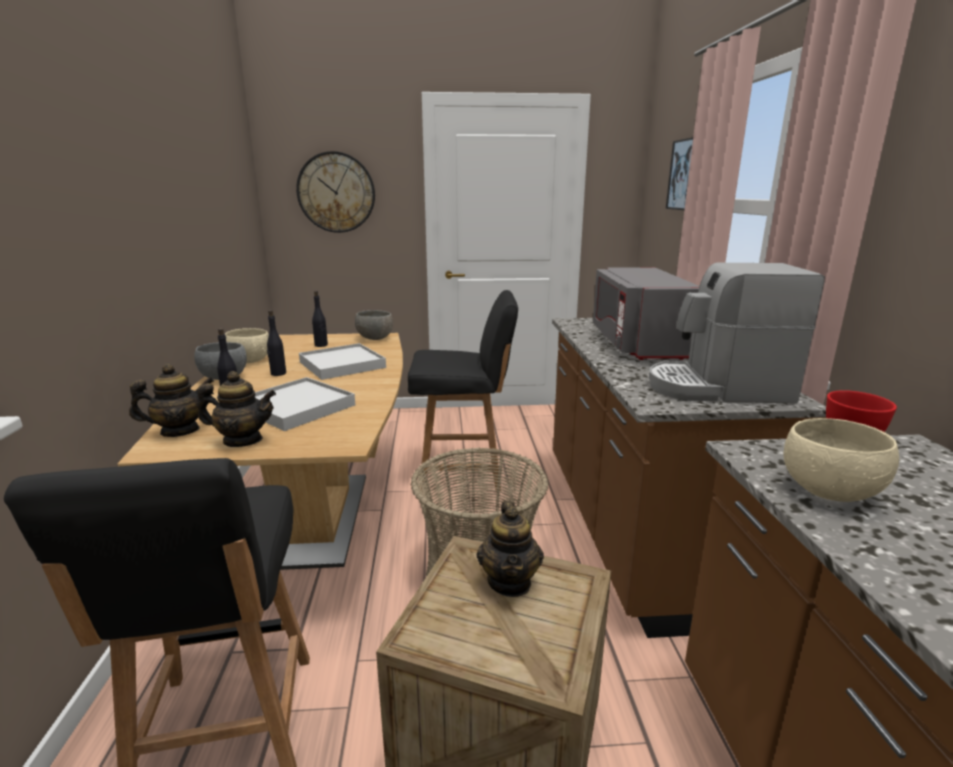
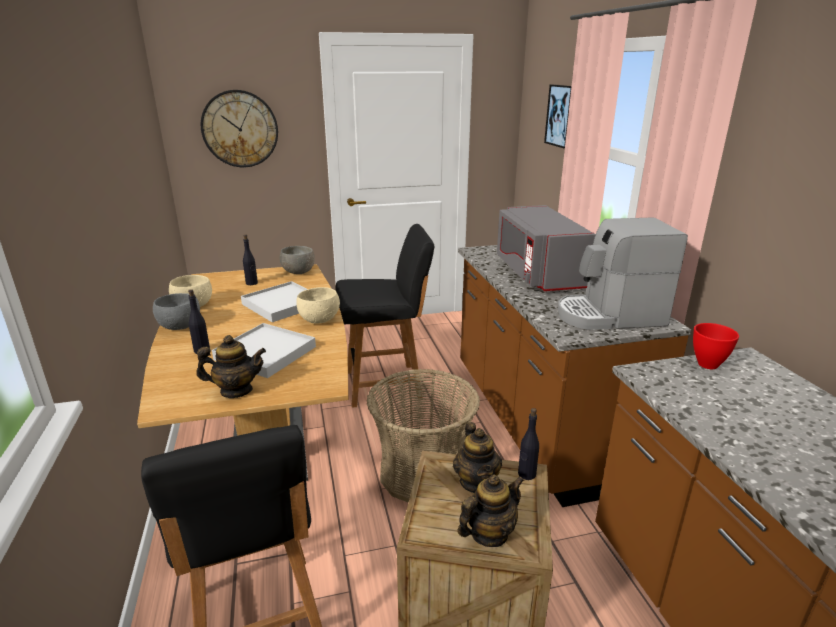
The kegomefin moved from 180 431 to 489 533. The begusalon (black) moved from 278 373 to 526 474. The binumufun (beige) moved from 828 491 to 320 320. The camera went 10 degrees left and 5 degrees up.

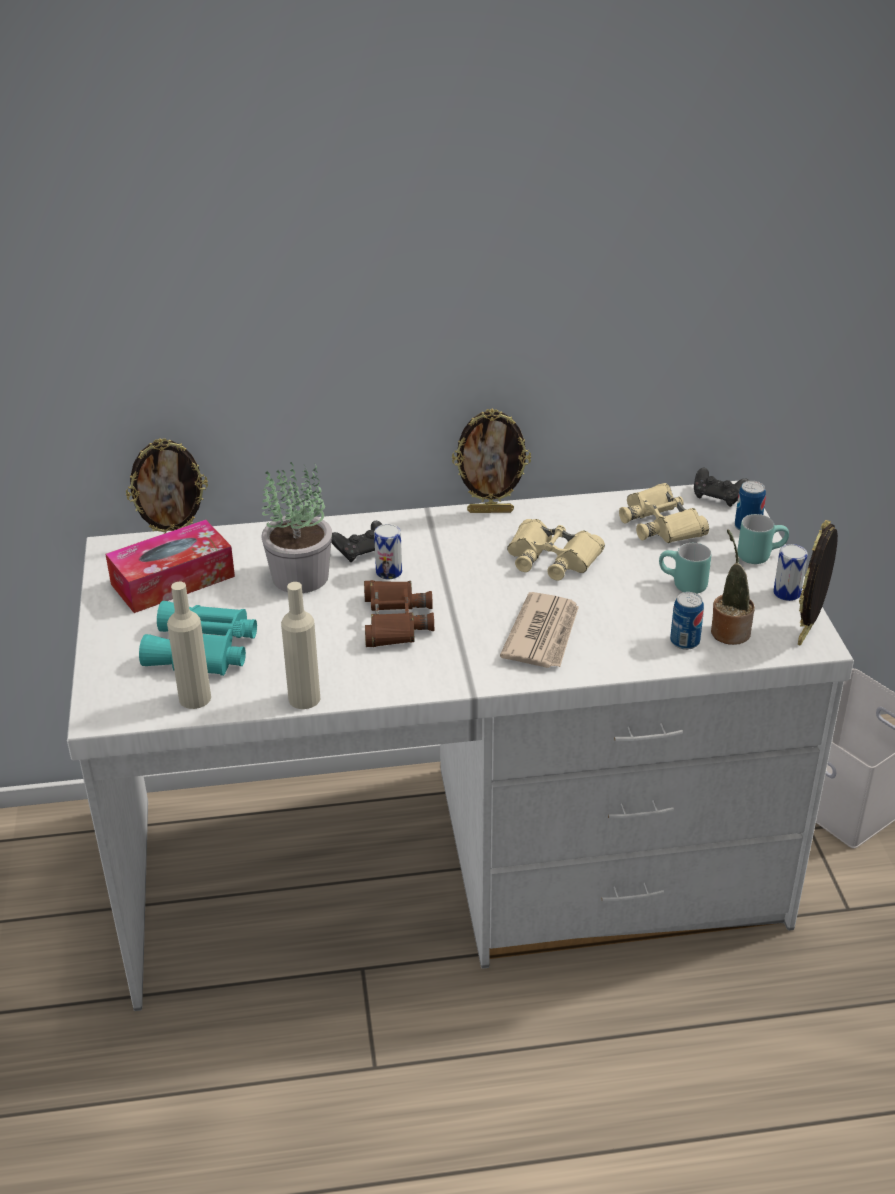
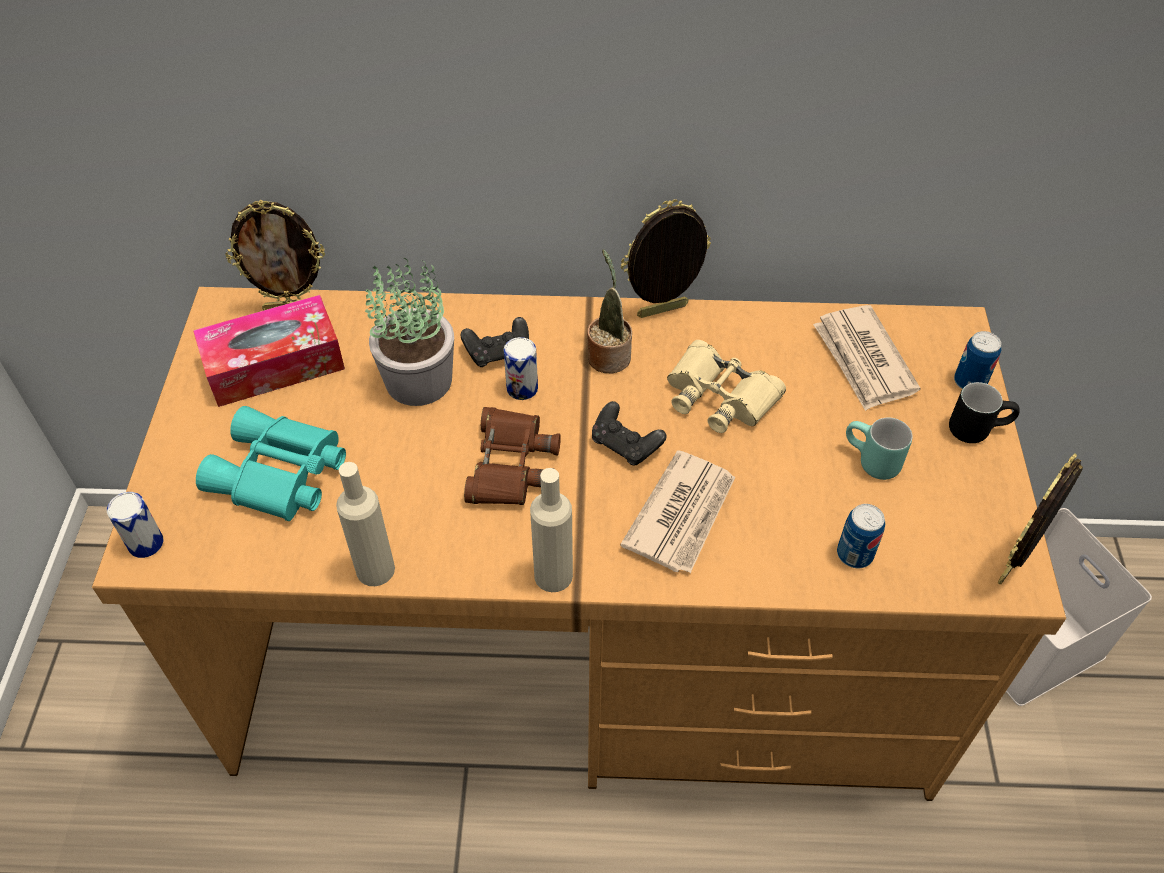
The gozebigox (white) at 451 867 became the gozebigox (brown) at 583 656. The begusalon (beige) moved from 195 698 to 553 575. The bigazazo at 490 511 turned 150 degrees clockwise. The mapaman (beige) at 661 523 was replaced by the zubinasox at 863 360. The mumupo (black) moved from 718 497 to 625 445. The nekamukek moved from 729 631 to 608 355. The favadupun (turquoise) at 759 554 became the favadupun (black) at 977 428. The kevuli moved from 787 593 to 145 543. The camera went 10 degrees right and 15 degrees up.

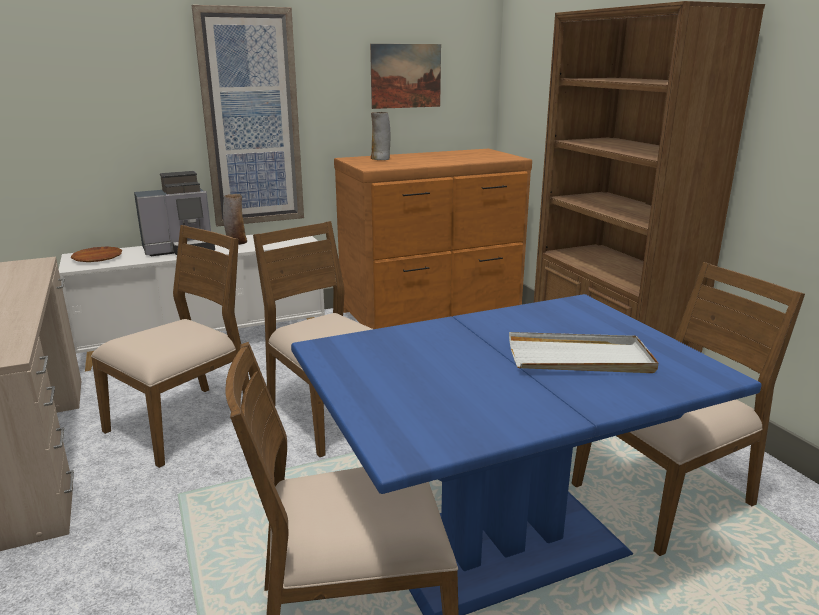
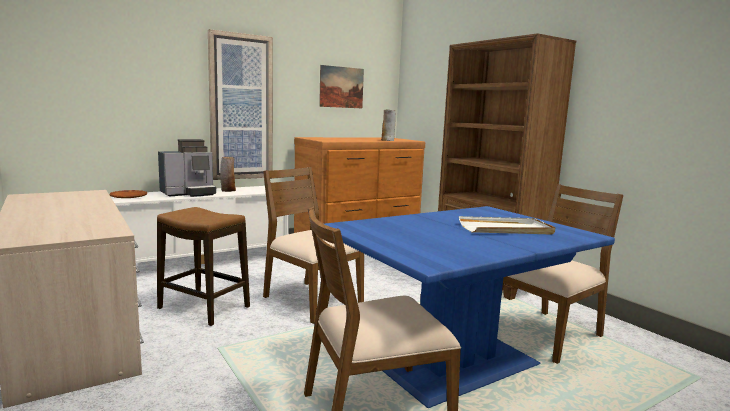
The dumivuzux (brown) at 184 422 was replaced by the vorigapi at 204 308. The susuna moved from 380 159 to 387 140. The camera went 10 degrees left and 10 degrees down.

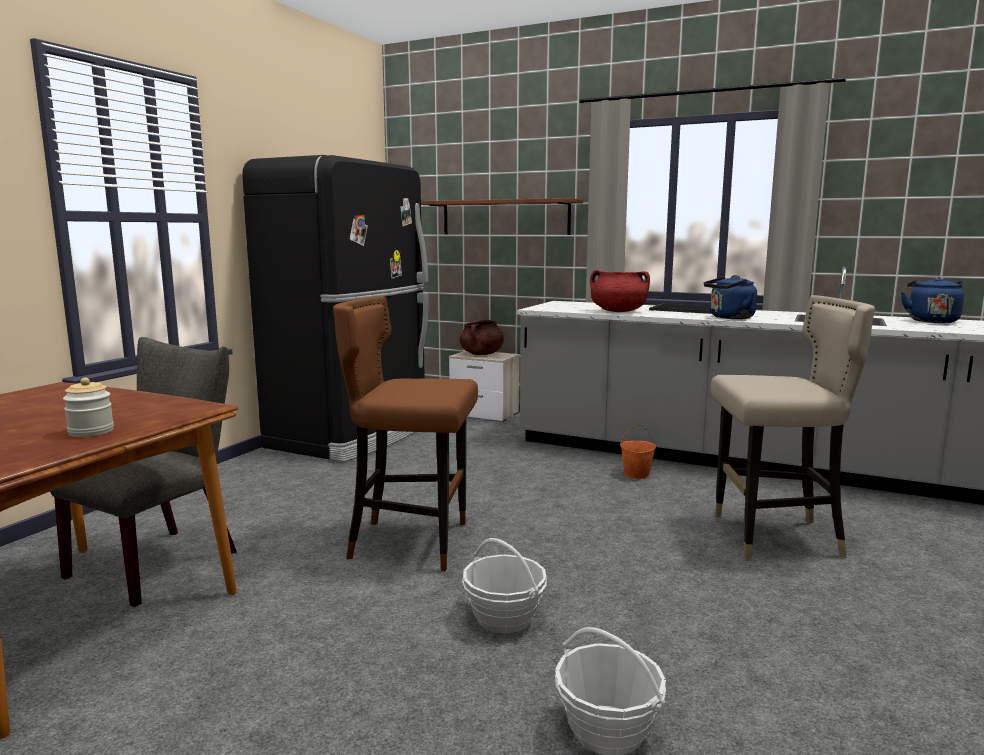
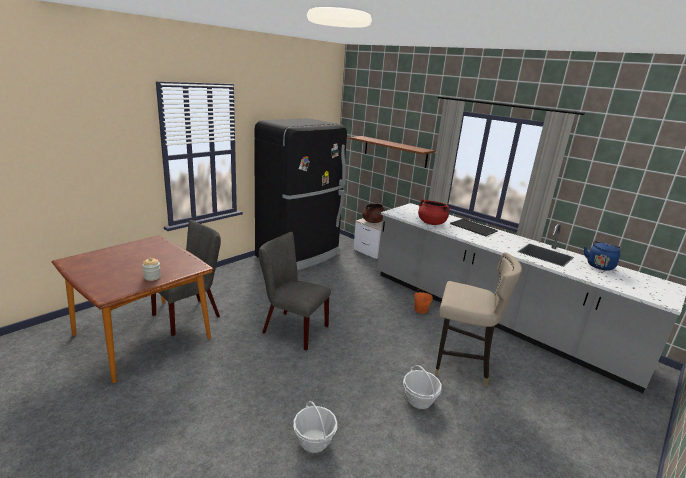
The vorigapi (brown) at 411 543 was replaced by the dumivuzux (grey) at 291 328. The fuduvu moved from 504 618 to 419 399. The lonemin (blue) at 729 318 disappeared. The camera went 15 degrees right and 10 degrees up.

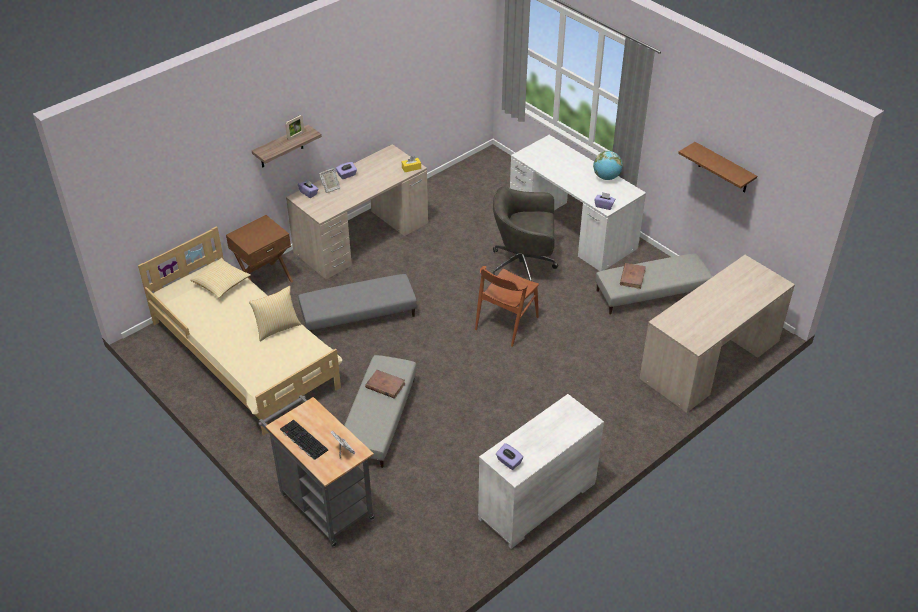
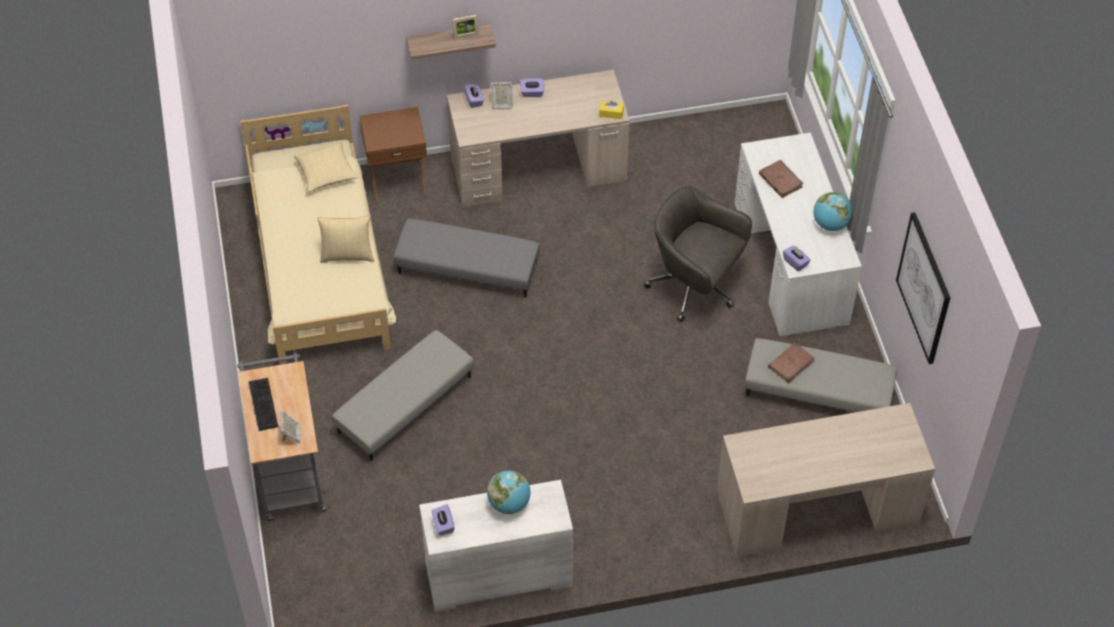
The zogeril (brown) moved from 385 385 to 780 180. The dumivuzux (brown) at 506 323 disappeared. The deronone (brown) at 723 168 was replaced by the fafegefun at 924 288. The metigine at 509 503 appeared. The camera went 30 degrees right and 10 degrees up.

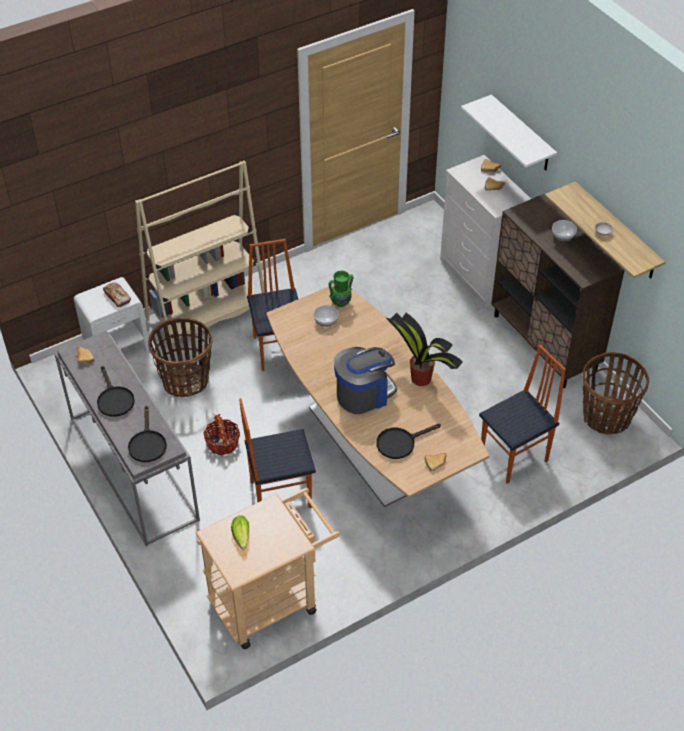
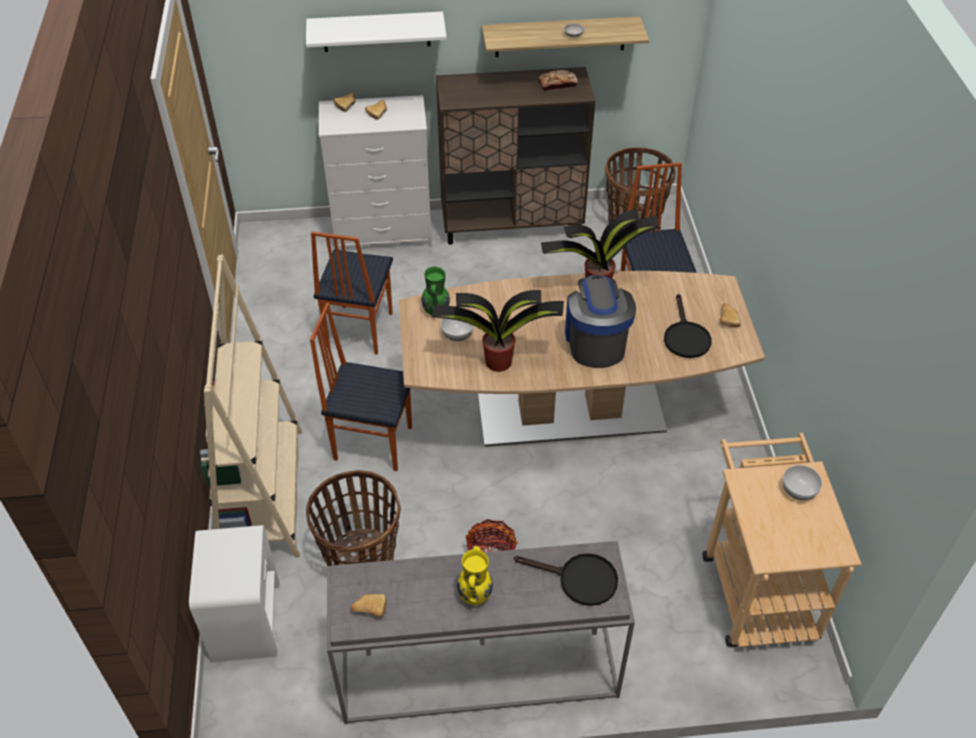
The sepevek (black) at 114 399 was replaced by the susuna (yellow) at 475 595. The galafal moved from 117 297 to 557 84. The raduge at 241 538 disappeared. The dumivuzux moved from 280 494 to 358 330. The binumufun moved from 563 236 to 799 490. The nekamukek at 496 361 appeared. The camera went 65 degrees left and 0 degrees up.

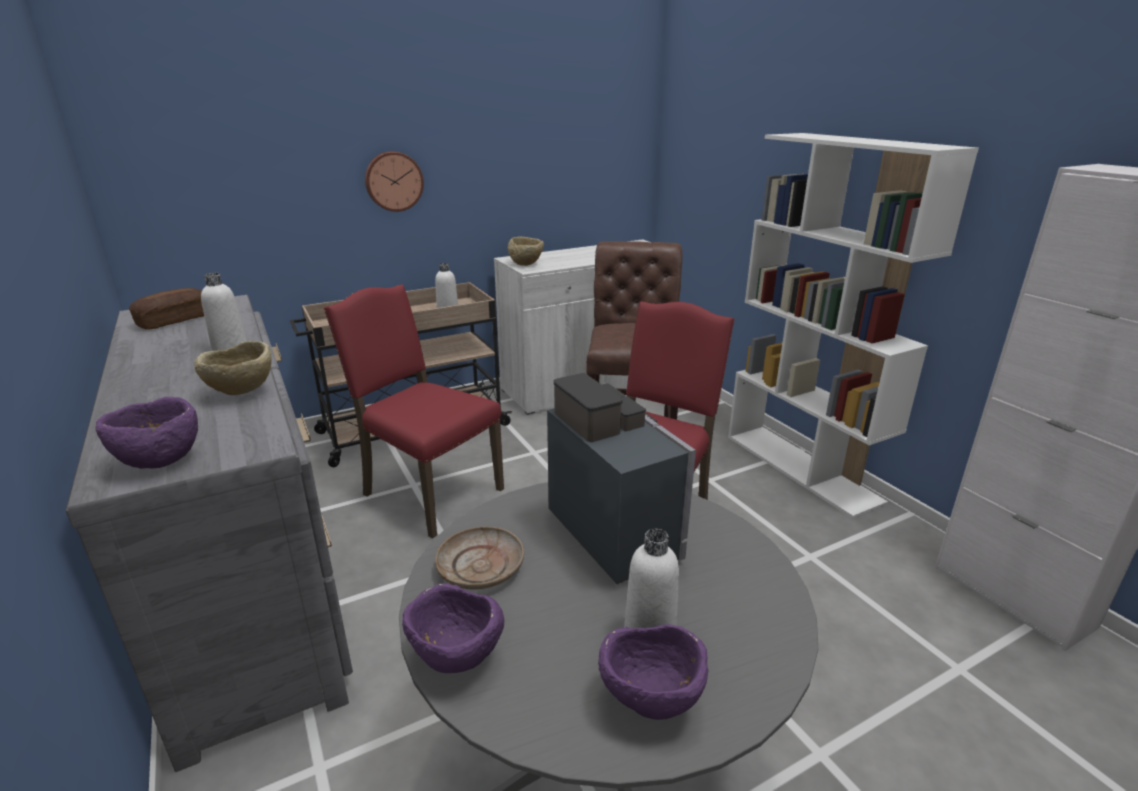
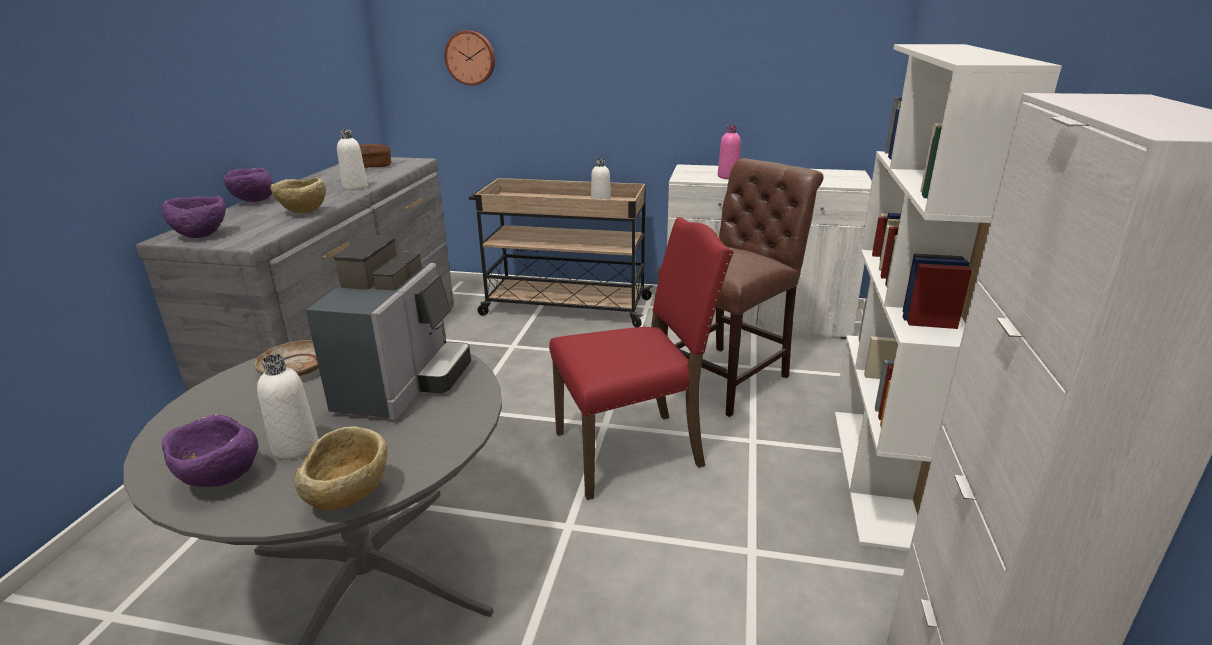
The dumivuzux (red) at 428 492 disappeared. The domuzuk moved from 393 181 to 471 58. The binumufun (purple) moved from 456 658 to 253 201. The binumufun (beige) moved from 526 264 to 349 498. The begusalon (pink) at 728 176 appeared. The camera went 40 degrees right and 0 degrees up.

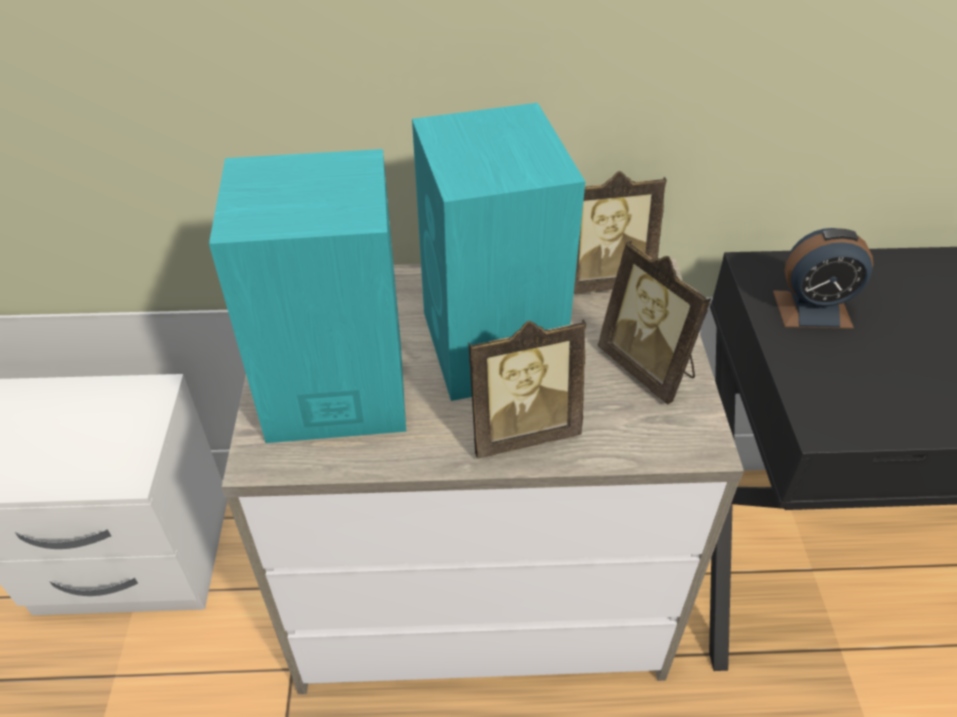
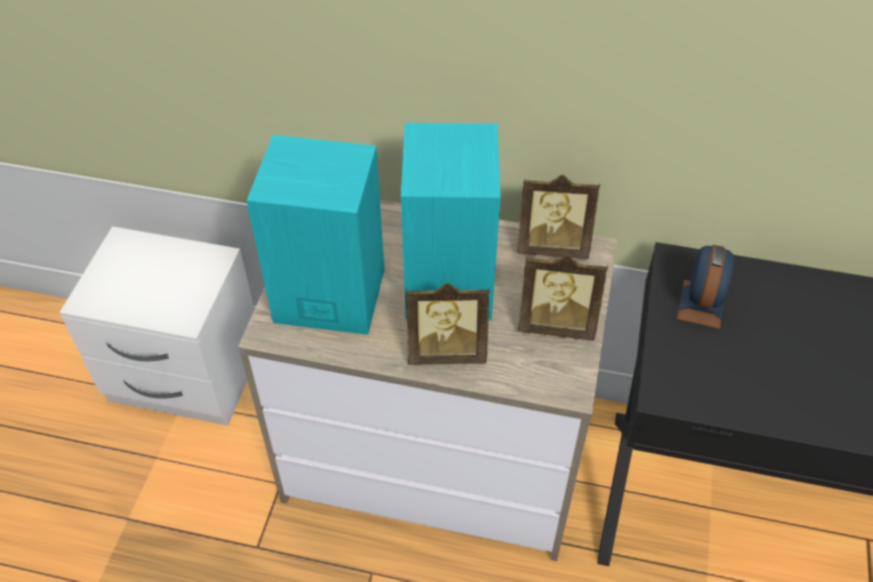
The bigazazo at 648 368 turned 60 degrees counterclockwise. The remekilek at 812 309 turned 90 degrees counterclockwise. The camera went 15 degrees right and 5 degrees up.

